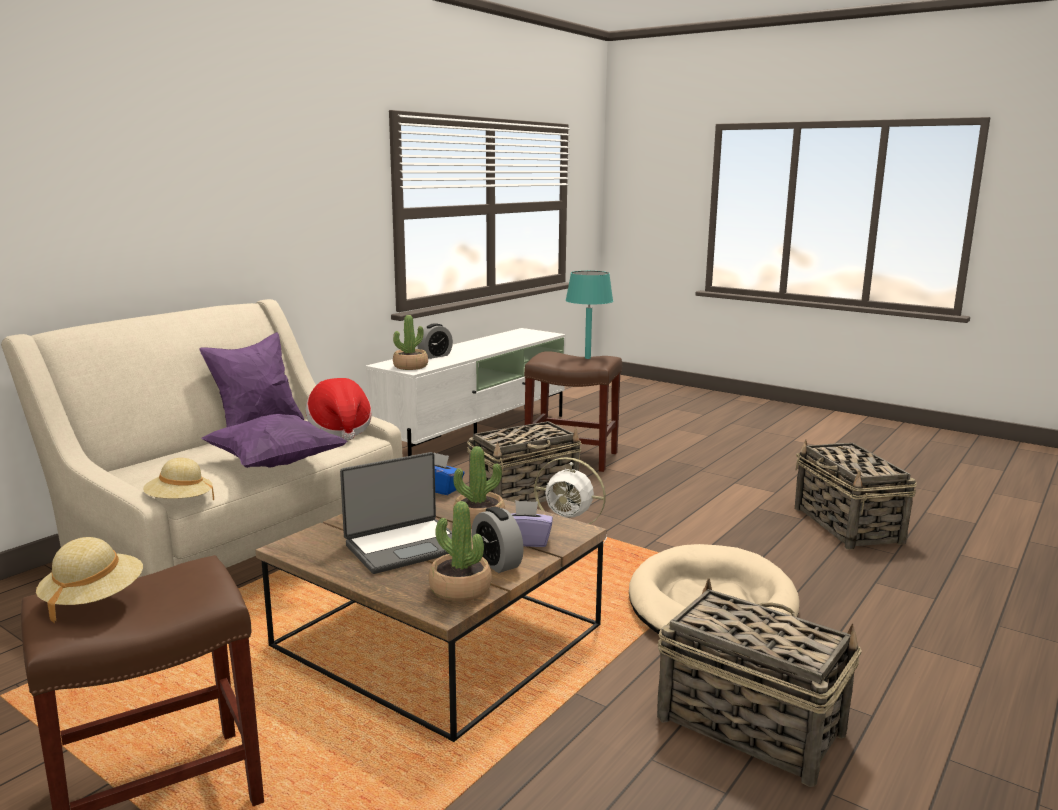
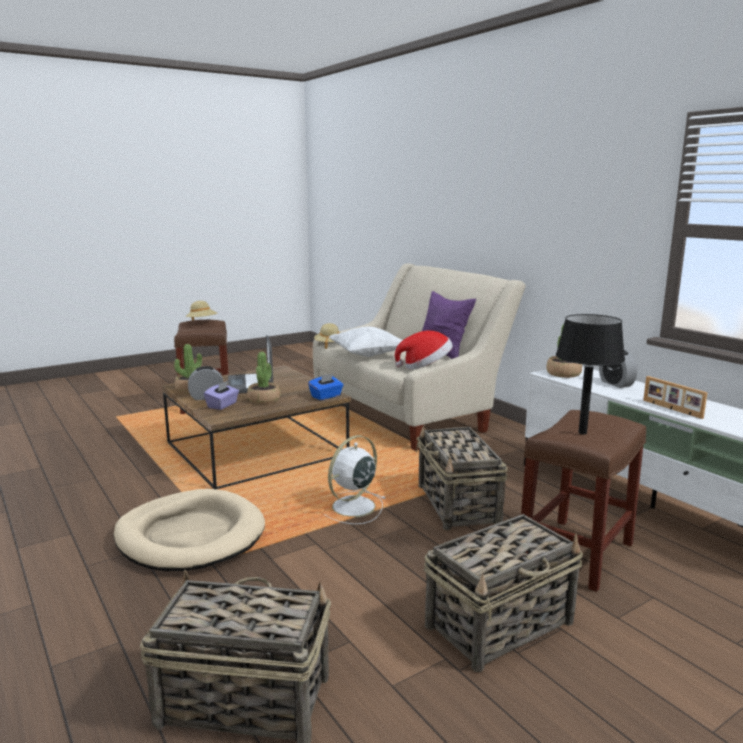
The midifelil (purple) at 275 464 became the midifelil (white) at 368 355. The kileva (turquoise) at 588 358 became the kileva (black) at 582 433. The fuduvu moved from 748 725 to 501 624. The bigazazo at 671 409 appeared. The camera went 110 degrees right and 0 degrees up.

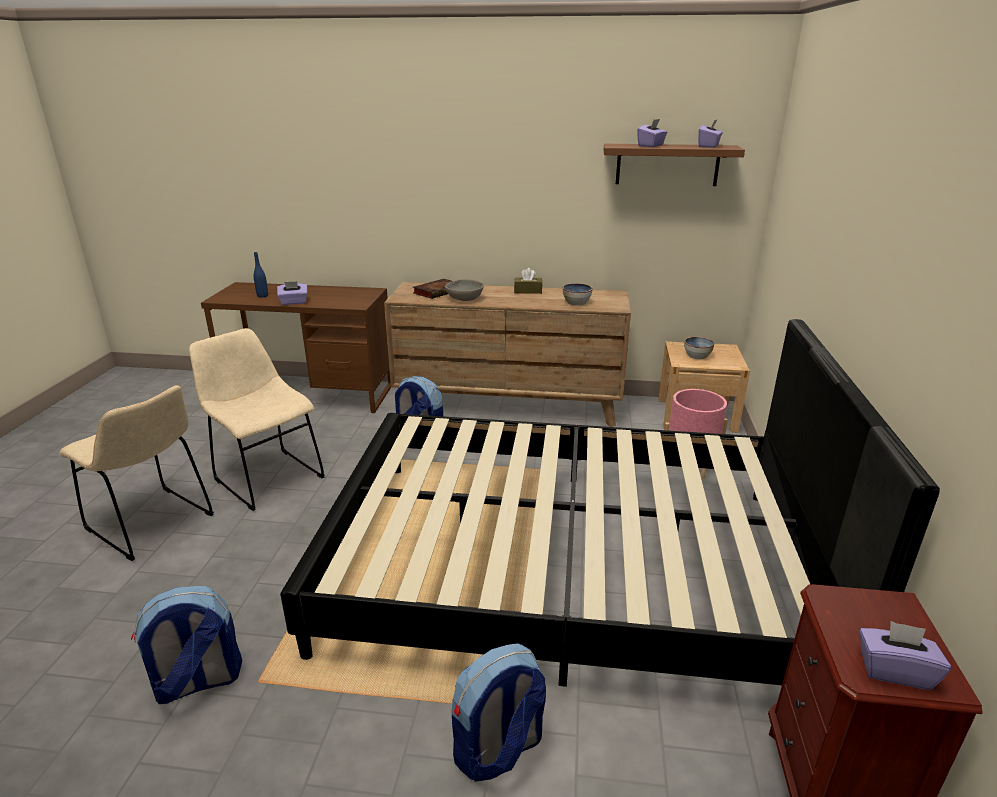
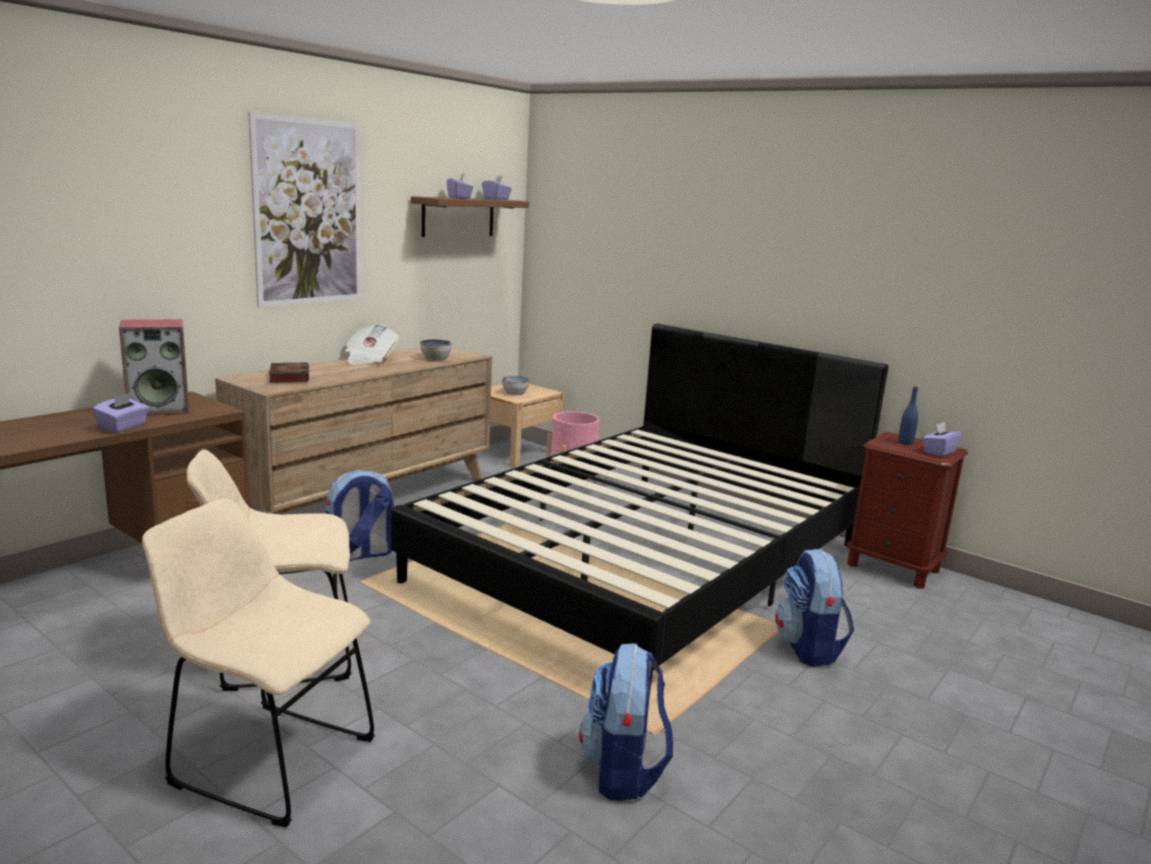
The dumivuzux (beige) at 154 525 turned 135 degrees counterclockwise. The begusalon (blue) moved from 262 296 to 905 443. The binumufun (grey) at 464 299 disappeared. The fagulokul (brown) at 528 291 was replaced by the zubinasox at 369 359. The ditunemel at 160 409 appeared. The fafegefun at 308 213 appeared. The camera went 60 degrees left and 10 degrees down.

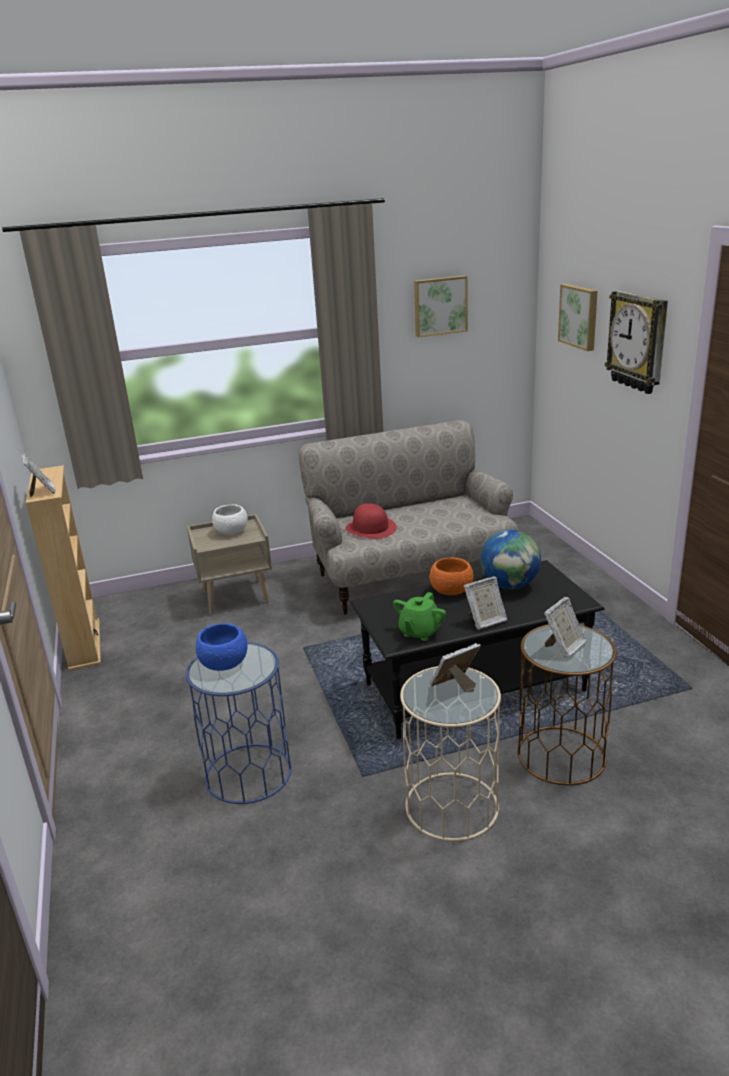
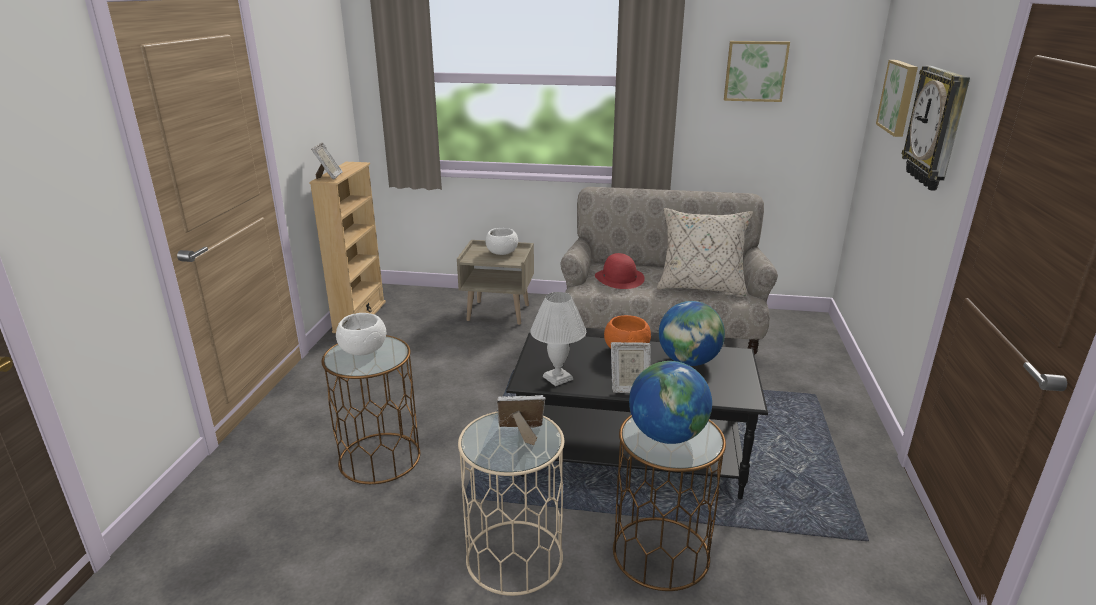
The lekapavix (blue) at 248 773 became the lekapavix (brown) at 379 458. The binumufun (blue) at 224 663 became the binumufun (white) at 363 350. The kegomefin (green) at 419 632 was replaced by the kileva (white) at 558 377. The bigazazo at 564 648 was replaced by the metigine at 666 435. The midifelil (beige) at 700 287 appeared. The camera went 25 degrees right and 0 degrees up.

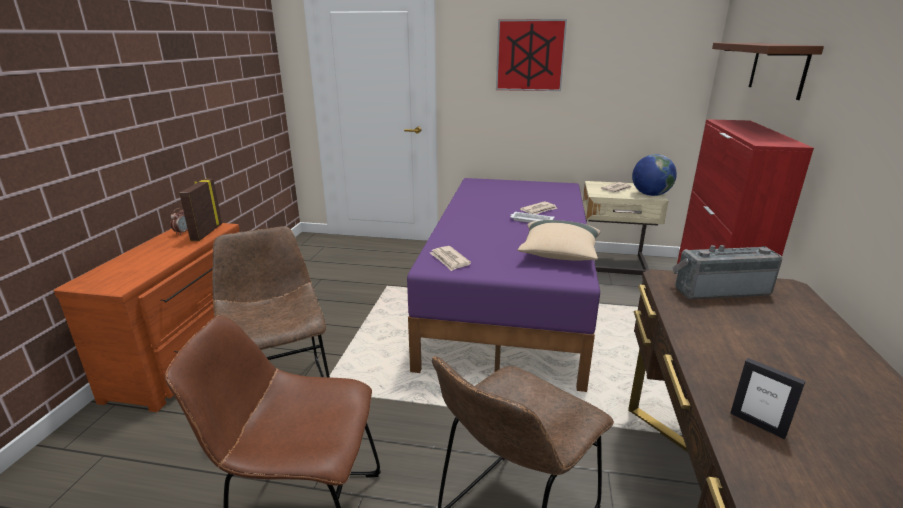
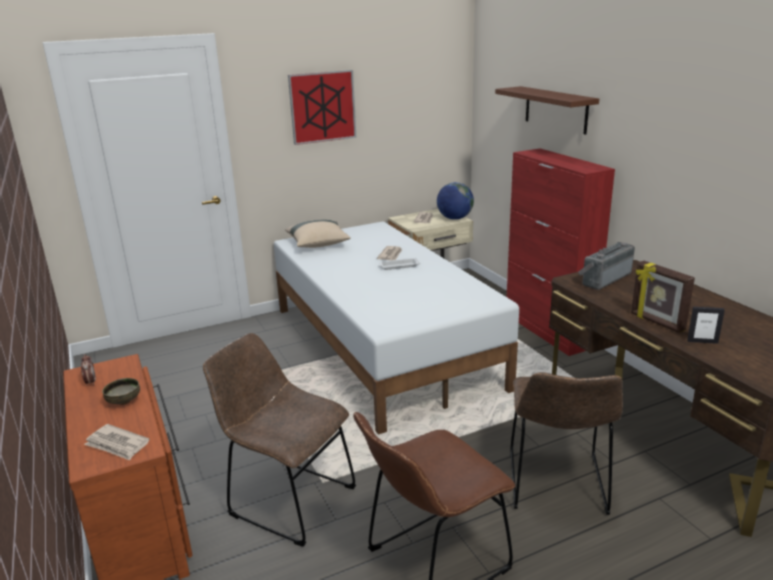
The bigazazo moved from 206 232 to 656 322. The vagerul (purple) at 510 298 became the vagerul (white) at 383 345. The zubinasox moved from 449 260 to 117 444. The midifelil (beige) moved from 558 254 to 318 244. The binumufun at 124 401 appeared. The camera went 35 degrees left and 0 degrees up.

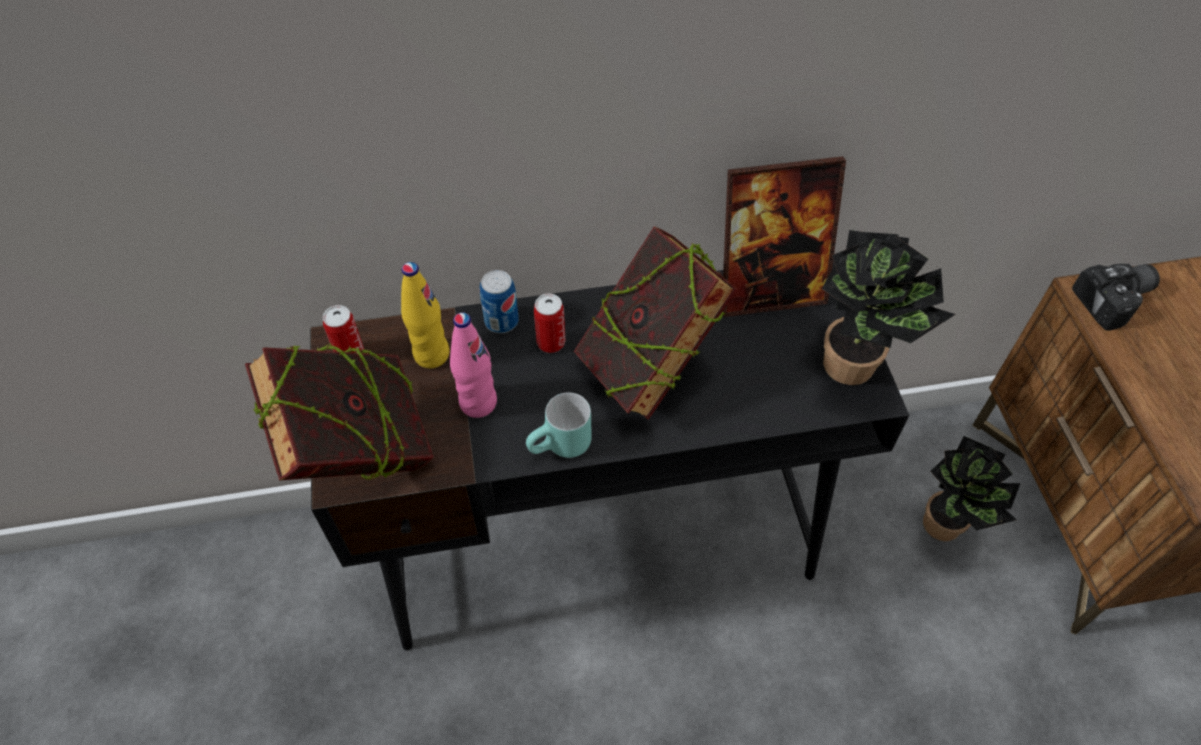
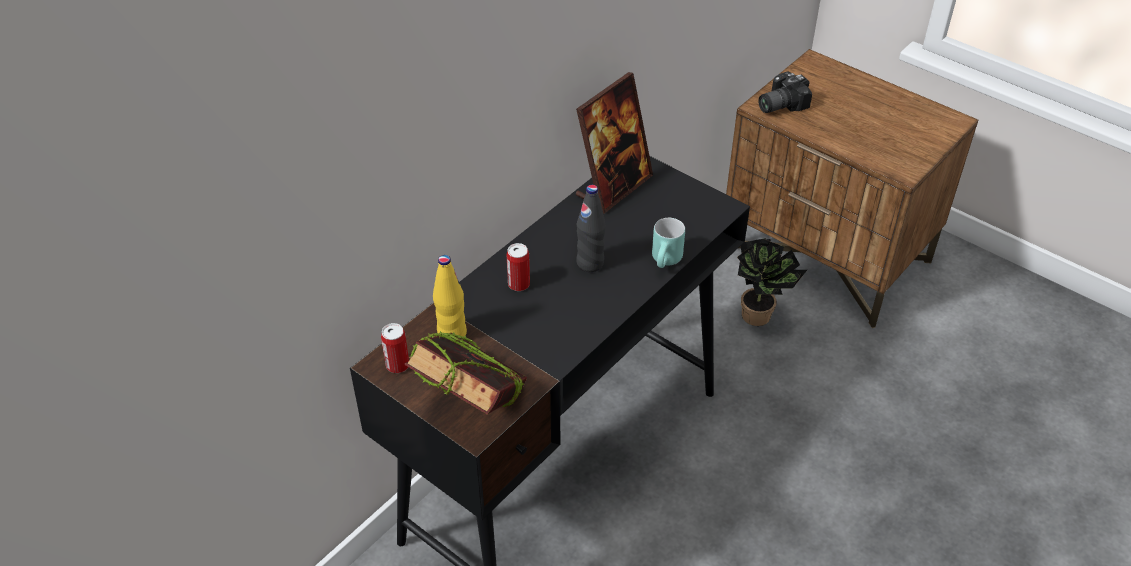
The begusalon (pink) at 478 403 disappeared. The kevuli at 501 321 disappeared. The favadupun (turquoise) moved from 561 448 to 667 262. The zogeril at 648 367 was replaced by the begusalon (black) at 590 263. The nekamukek at 856 368 disappeared. The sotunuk at 1116 302 turned 150 degrees counterclockwise. The camera went 40 degrees left and 10 degrees down.

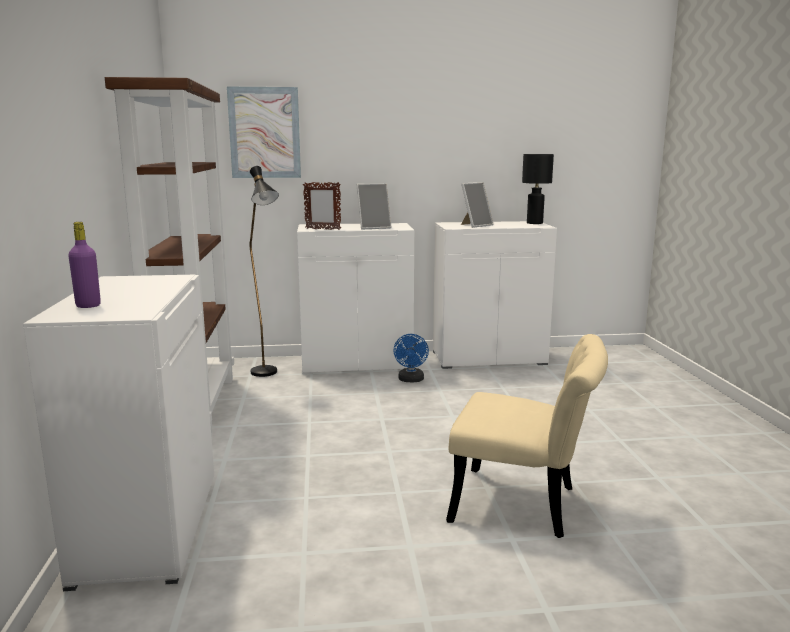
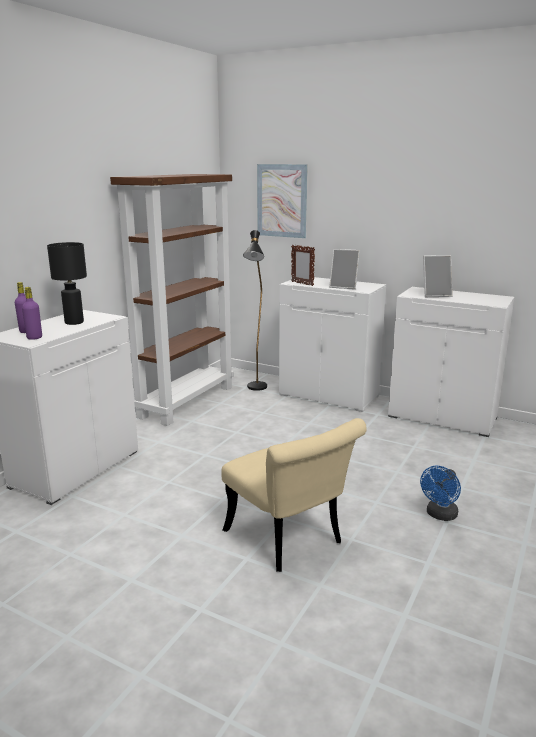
The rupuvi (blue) moved from 411 380 to 440 515. The kileva (black) moved from 534 223 to 74 322. The begusalon (purple) at 34 337 appeared. The camera went 35 degrees right and 5 degrees up.

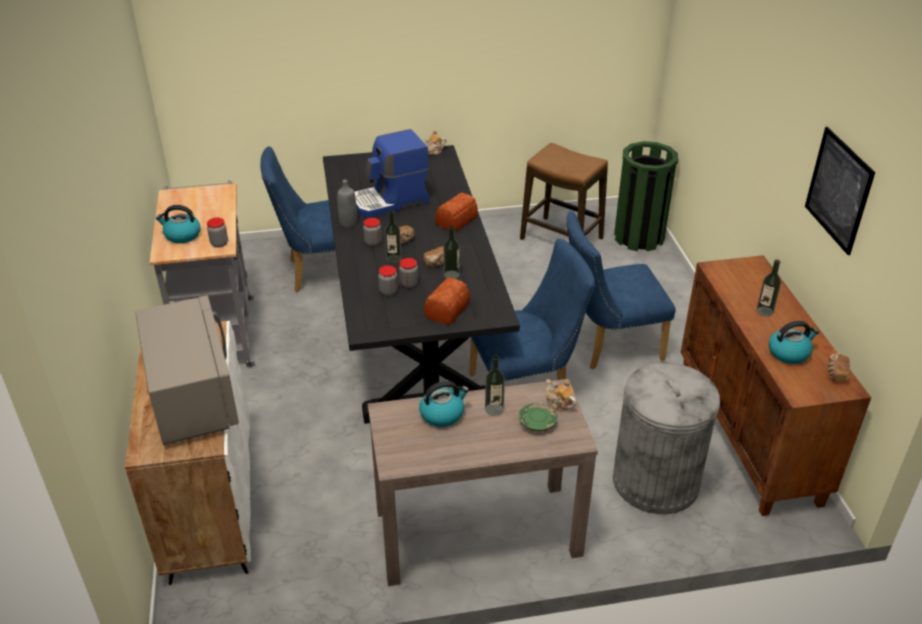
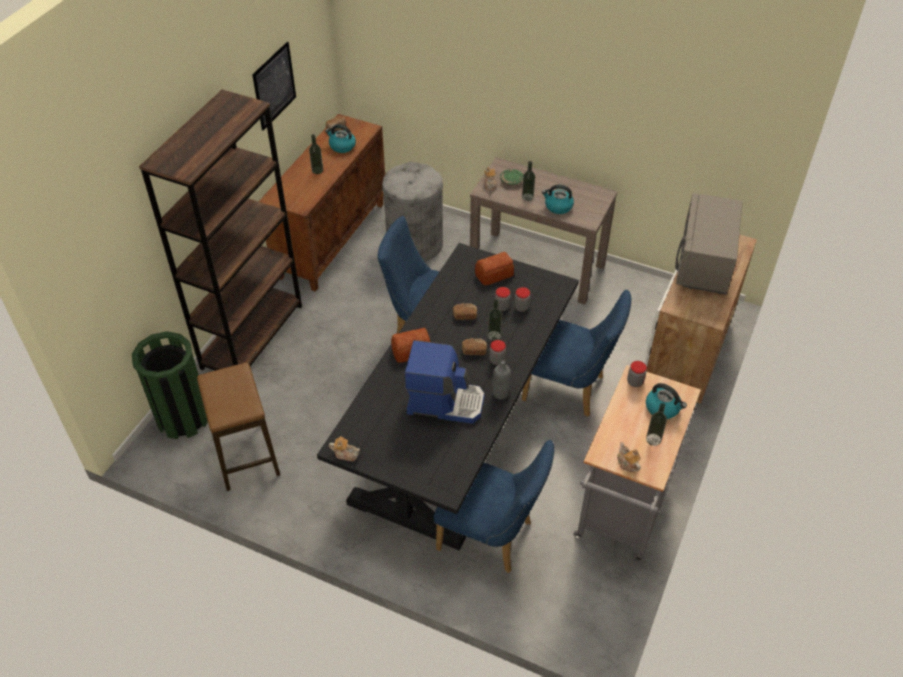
The begusalon moved from 451 275 to 653 439. The dumivuzux (blue) moved from 608 345 to 569 390. The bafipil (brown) at 252 336 appeared. The kegomefin at 627 463 appeared. The camera went 145 degrees left and 10 degrees up.

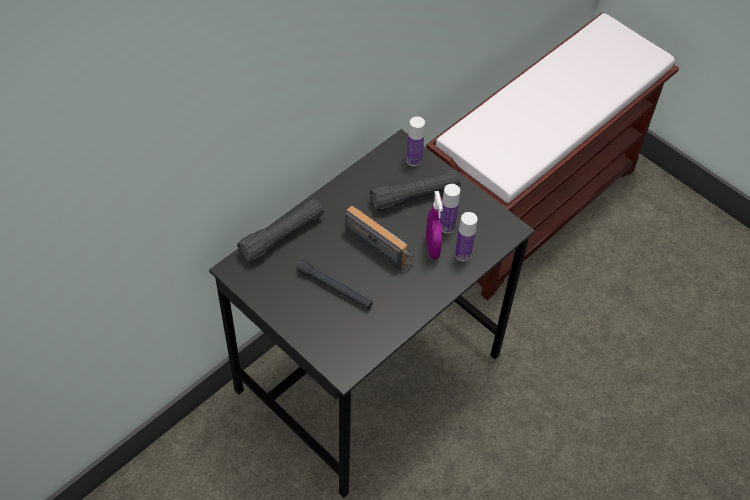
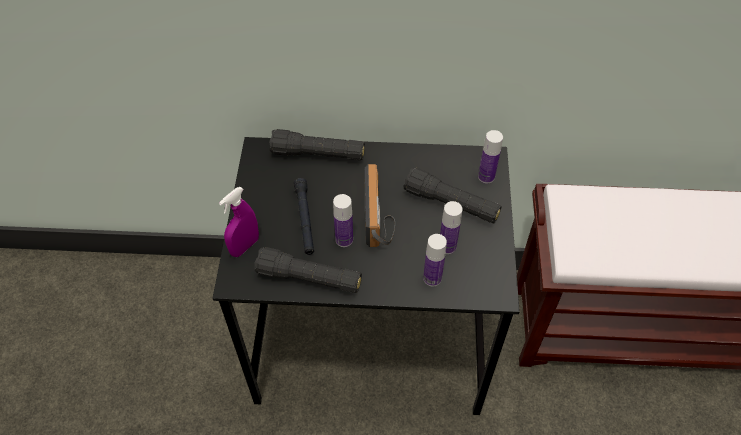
The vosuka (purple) moved from 432 248 to 245 246. The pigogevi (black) at 309 278 appeared. The begusalon at 344 239 appeared. The camera went 50 degrees right and 0 degrees up.

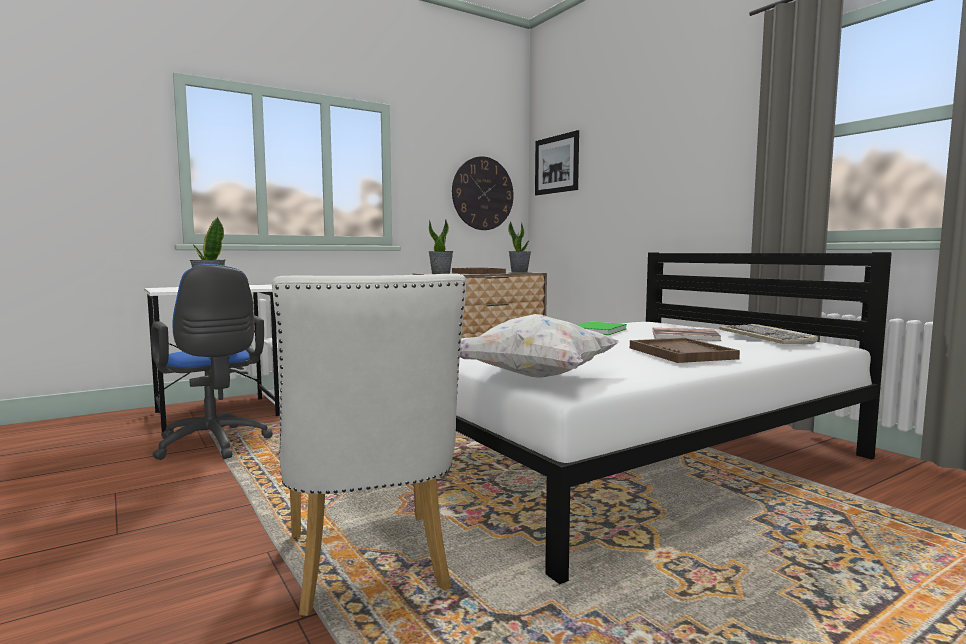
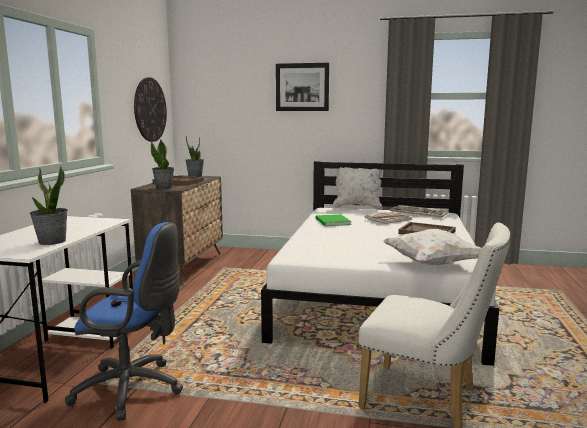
The fafegefun moved from 556 164 to 302 87. The midifelil (white) at 357 207 appeared. The camera went 45 degrees left and 5 degrees up.

